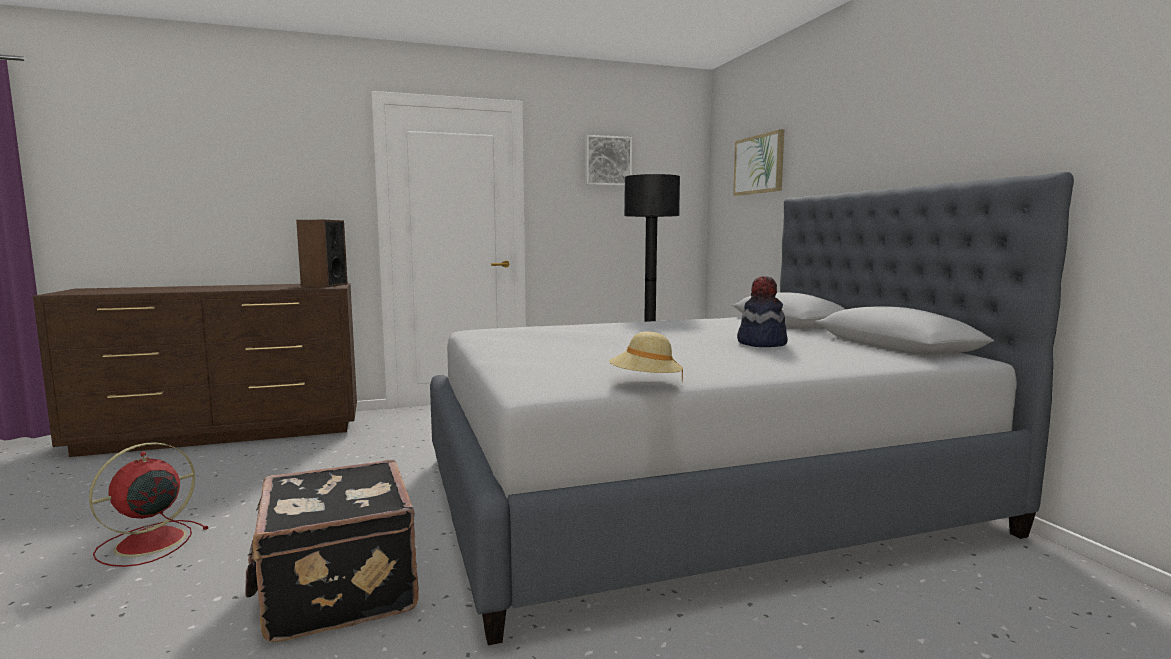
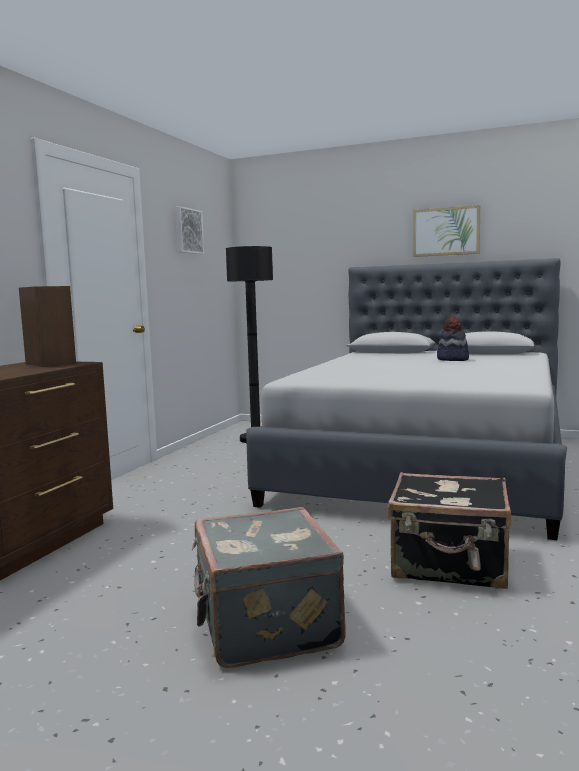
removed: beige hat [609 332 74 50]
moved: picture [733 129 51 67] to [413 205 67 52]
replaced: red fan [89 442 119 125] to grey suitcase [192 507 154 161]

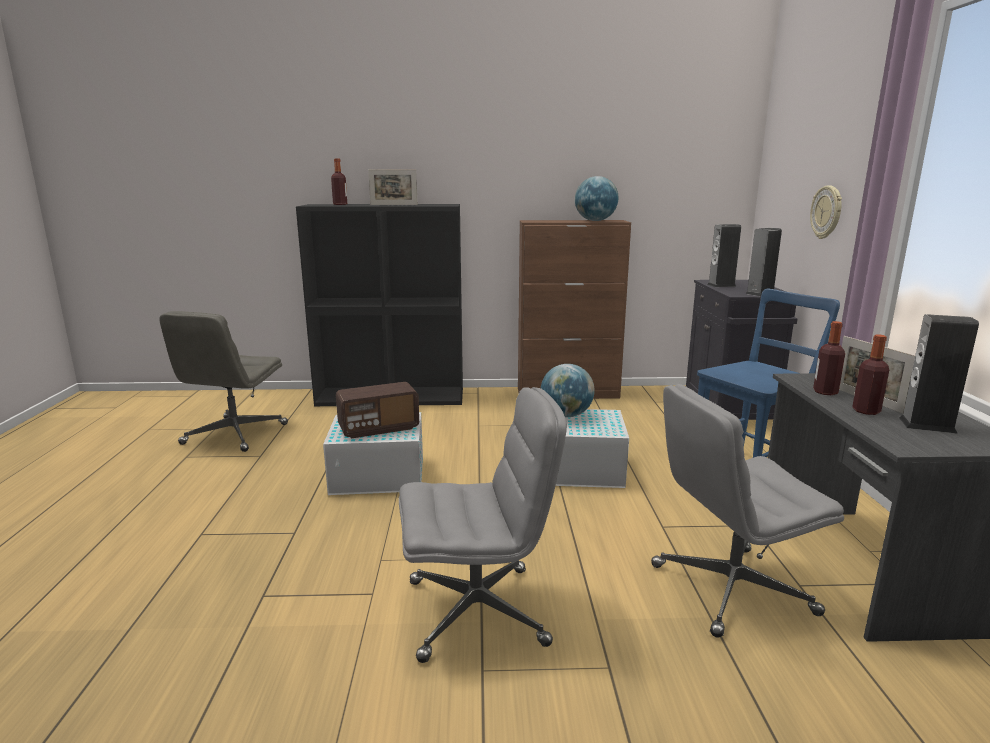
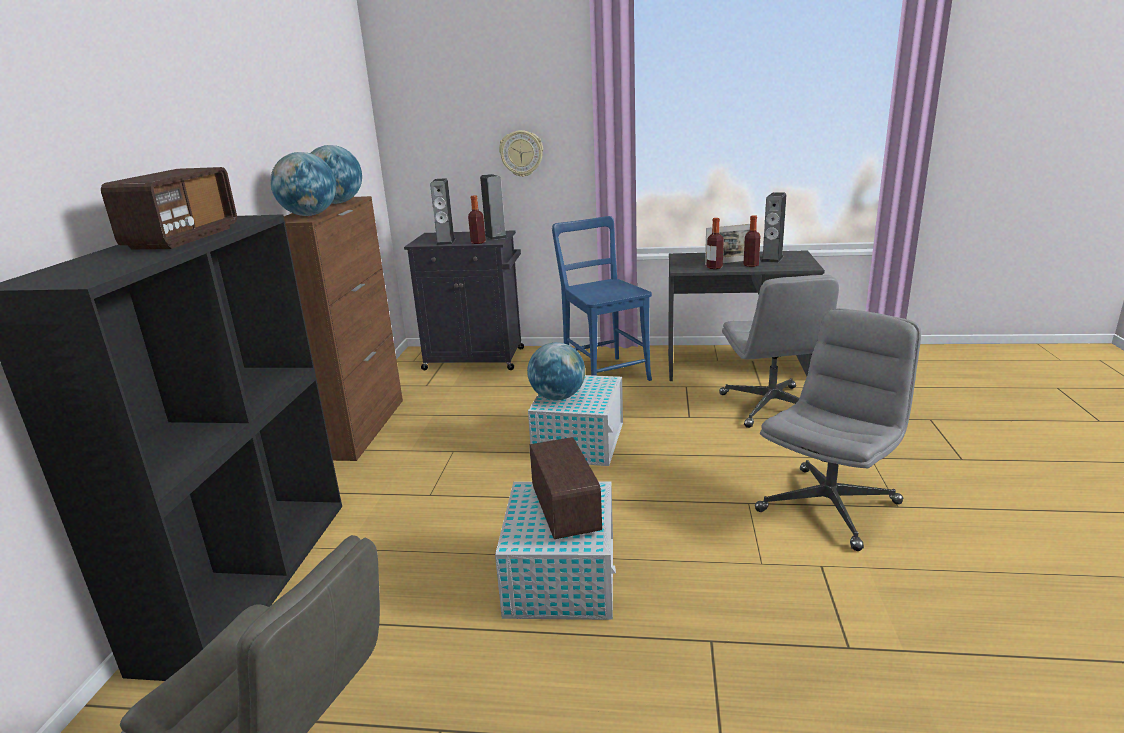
added: globe [270 152 66 64]
moved: bottle [331 158 16 47] to [468 195 18 49]
replaced: picture frame [368 169 50 36] to radio [101 167 136 83]
turned: grey office chair [399 387 168 276] = [755 308 166 243] 45 degrees clockwise

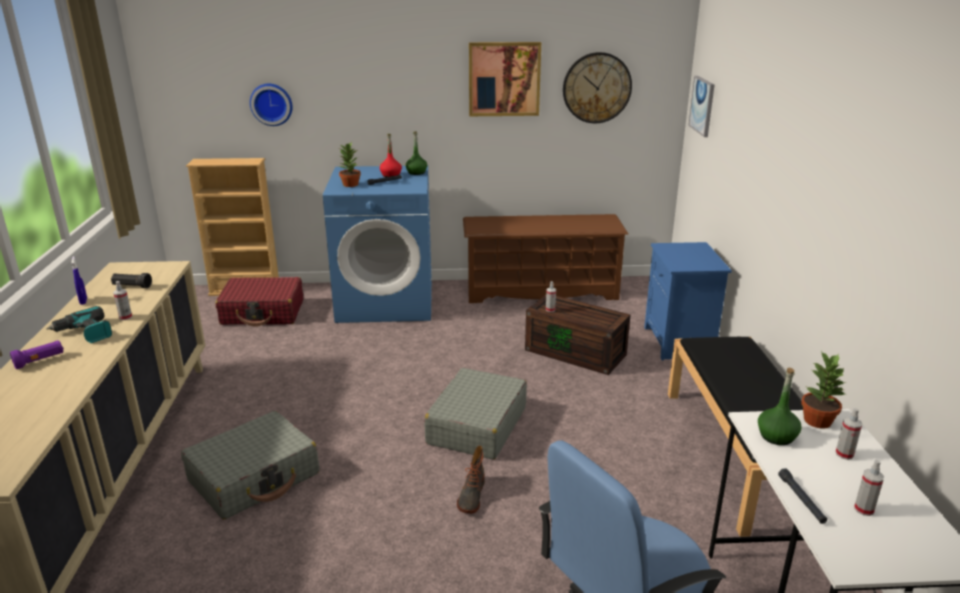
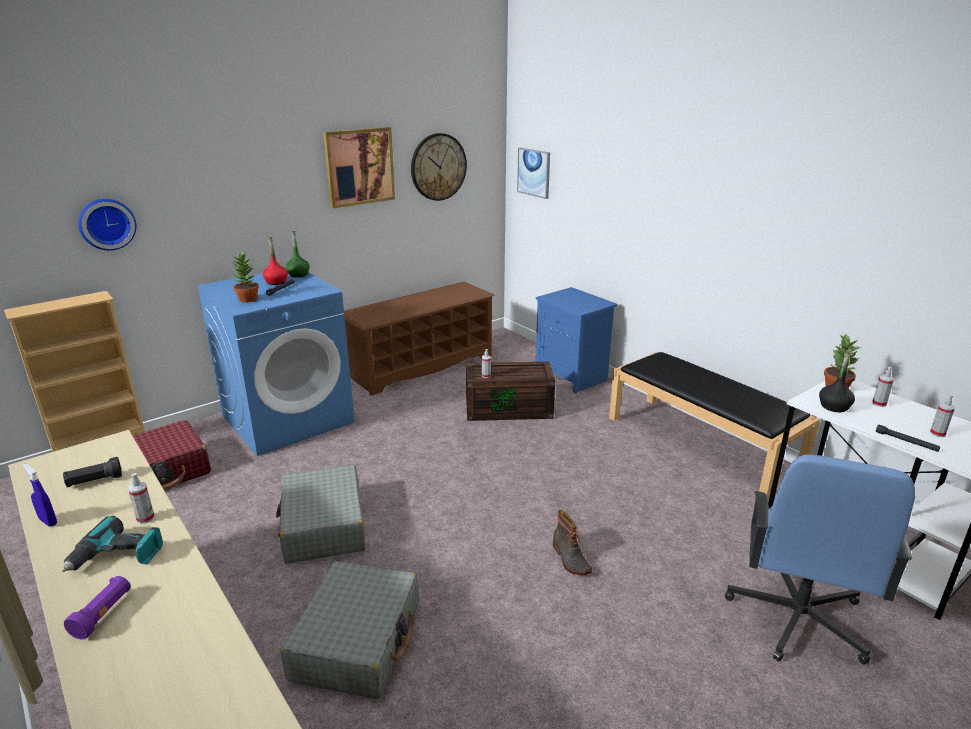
moved: grey suitcase [424 368 103 92] to [276 465 90 99]
recoloured: green bottle [758 368 44 77] to black bottle [819 350 36 62]

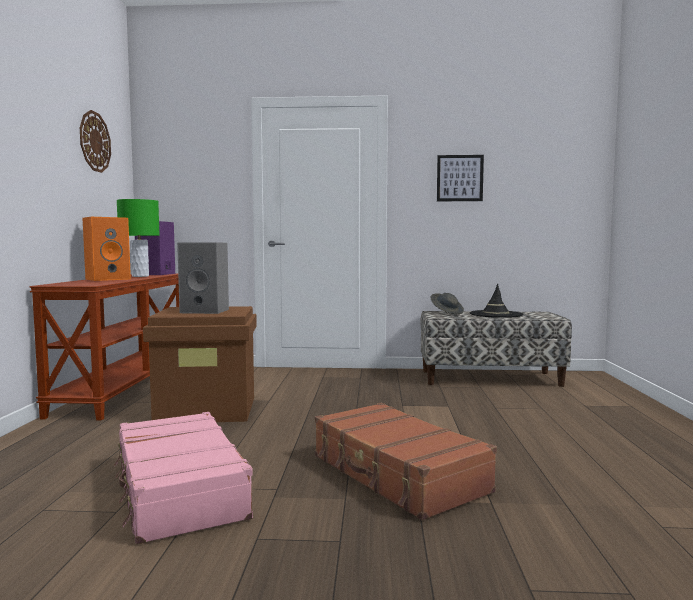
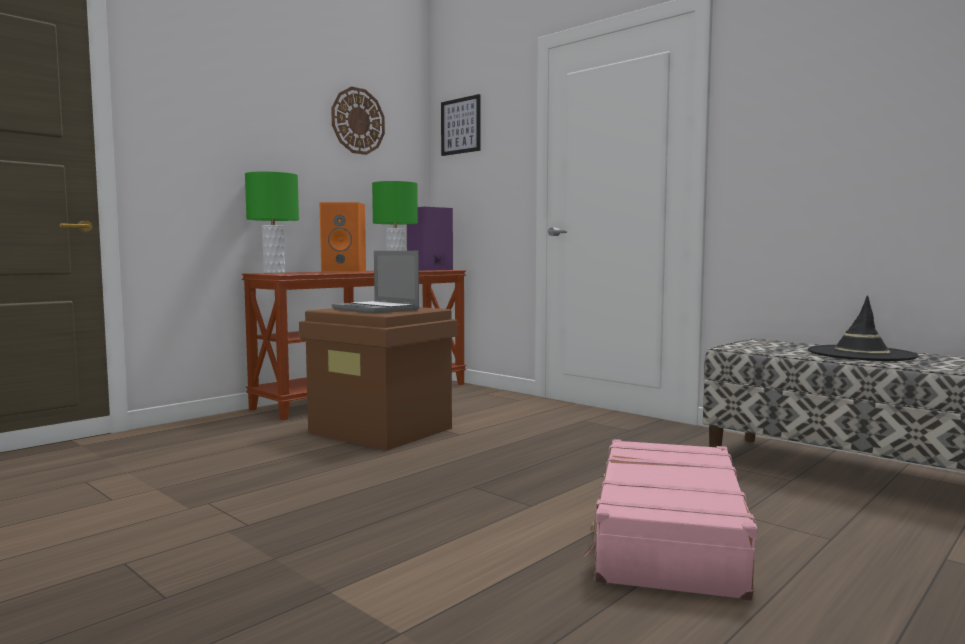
removed: brown suitcase [315 402 182 119]; grey hat [430 293 34 21]
added: green table lamp [245 171 54 102]
moved: pink suitcase [114 412 139 133] to [584 439 174 161]; picture [437 155 47 46] to [441 94 39 62]
replaced: grey speaker [177 243 52 71] to laptop [332 251 88 63]

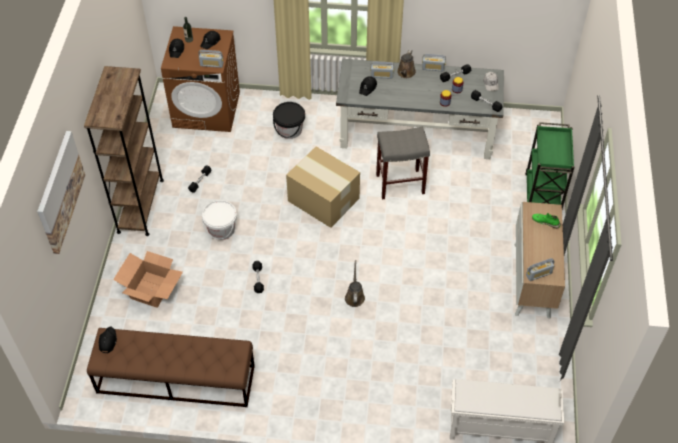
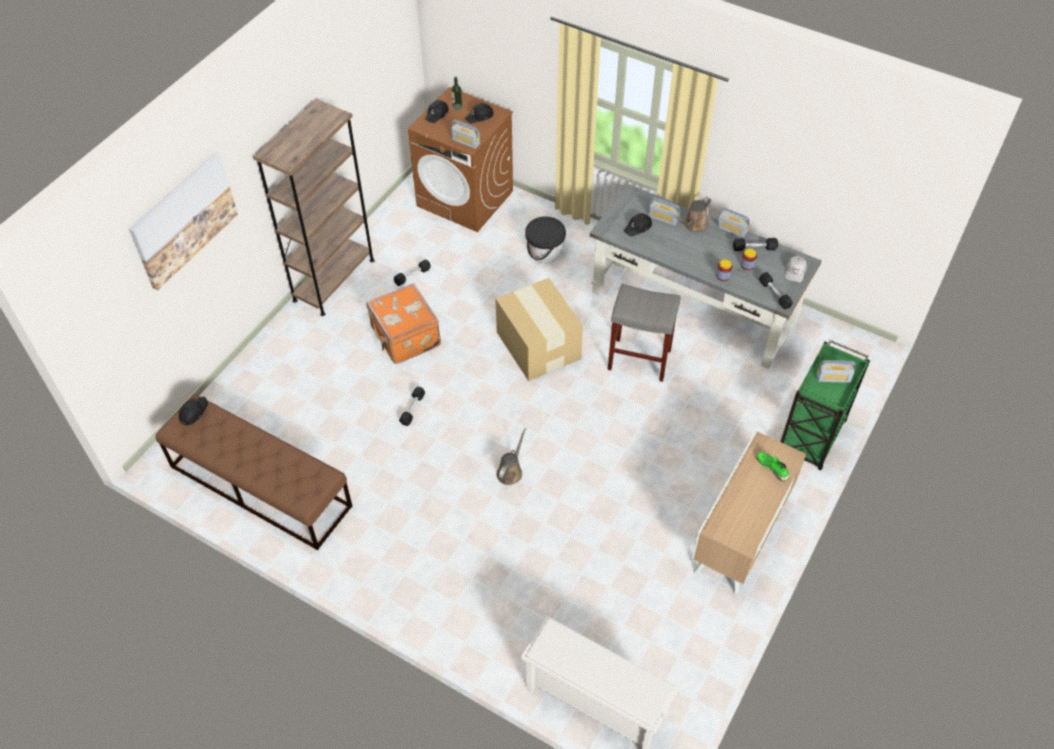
removed: cardboard box [113 251 70 57]
moved: radio [526 258 29 23] to [817 360 39 23]
replaced: white bucket [202 200 35 40] to orange suitcase [366 283 75 81]

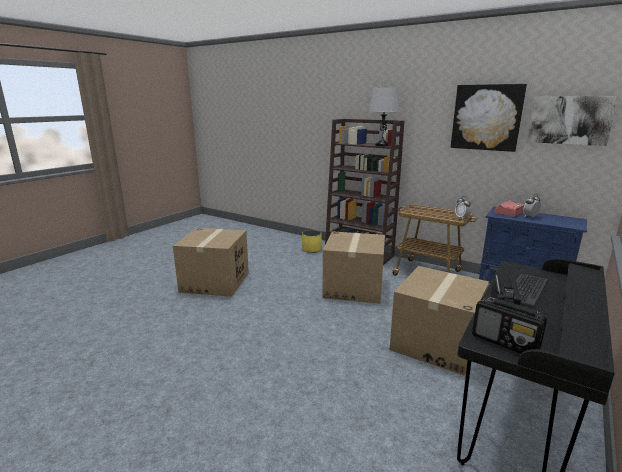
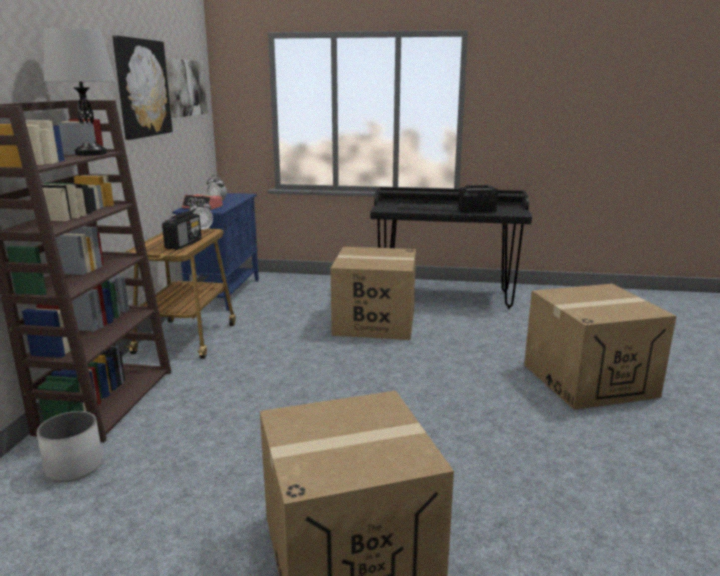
moved: cardboard box [322 231 63 73] to [524 284 153 126]; radio [472 297 75 57] to [162 211 40 39]
recoloured: yellow planter [302 230 20 23] to white planter [37 411 66 71]

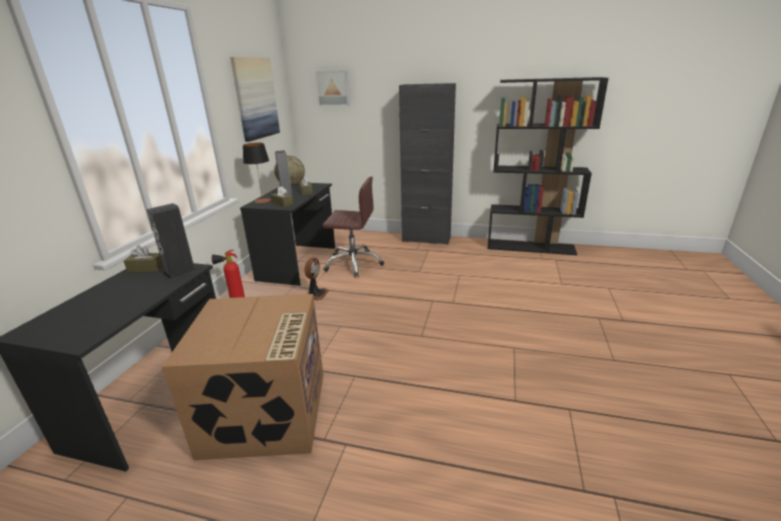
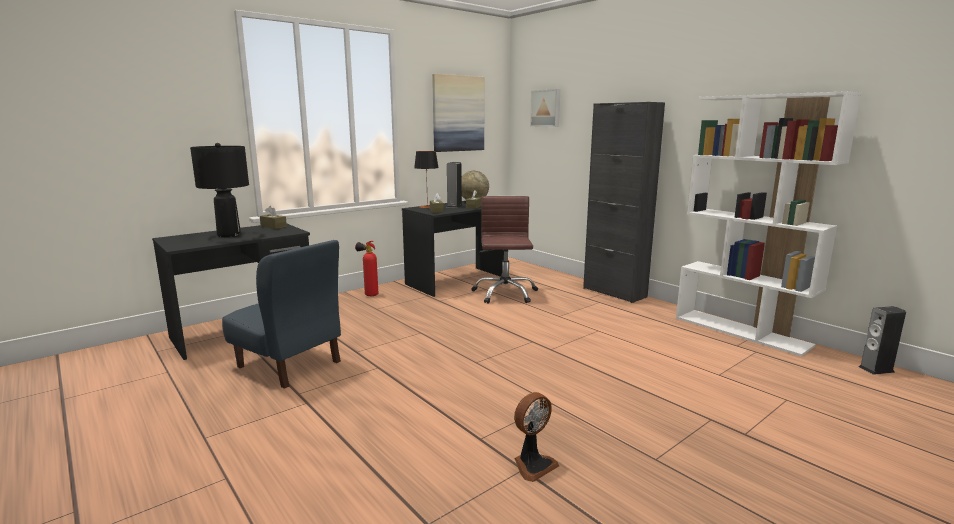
added: black table lamp [190 143 59 94]
moved: speaker [147 203 50 77] to [858 306 48 69]; fan [304 258 25 43] to [514 392 45 90]
replaced: cardboard box [162 294 161 166] to blue chair [222 240 119 149]
recoloured: black bookcase [488 77 121 178] to white bookcase [676 91 186 265]
turned: brown office chair [323 176 61 101] = [471 196 67 107] 135 degrees counterclockwise

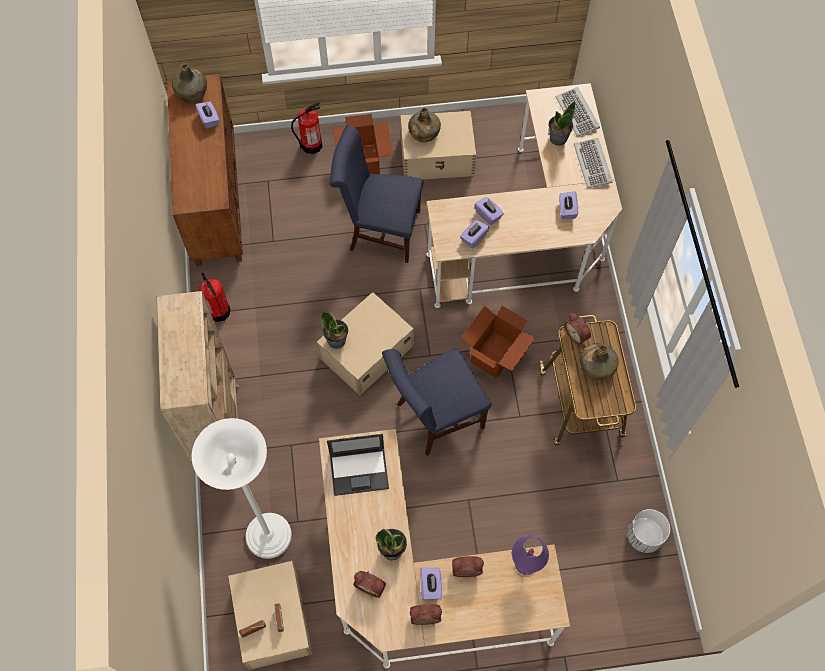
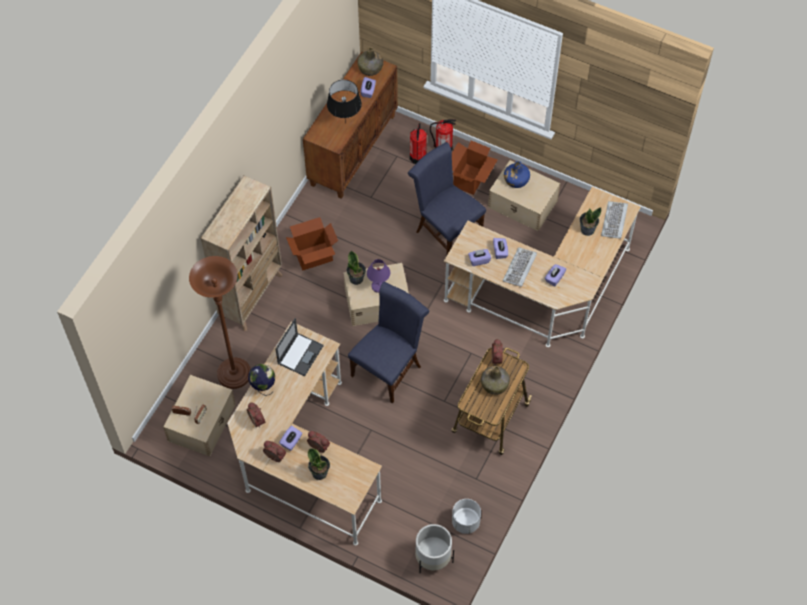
added: globe [248 364 27 32]; black table lamp [327 80 35 43]; white planter [415 524 39 49]
moved: fire extinguisher [199 273 32 49] to [410 123 17 41]; potted plant [376 529 31 32] to [308 448 22 32]; cardboard box [461 306 74 72] to [286 217 52 53]; purple table lamp [512 536 37 39] to [367 259 23 34]; keyboard [574 138 39 50] to [503 247 34 40]
recoloured: white floor lamp [192 418 100 141] to brown floor lamp [189 256 62 133]; green bottle [408 107 33 35] to blue bottle [504 161 26 27]
turned: laptop [327 434 62 62] = [276 318 48 58] 90 degrees counterclockwise; blue chair [382 348 109 108] = [348 281 82 123] 120 degrees clockwise

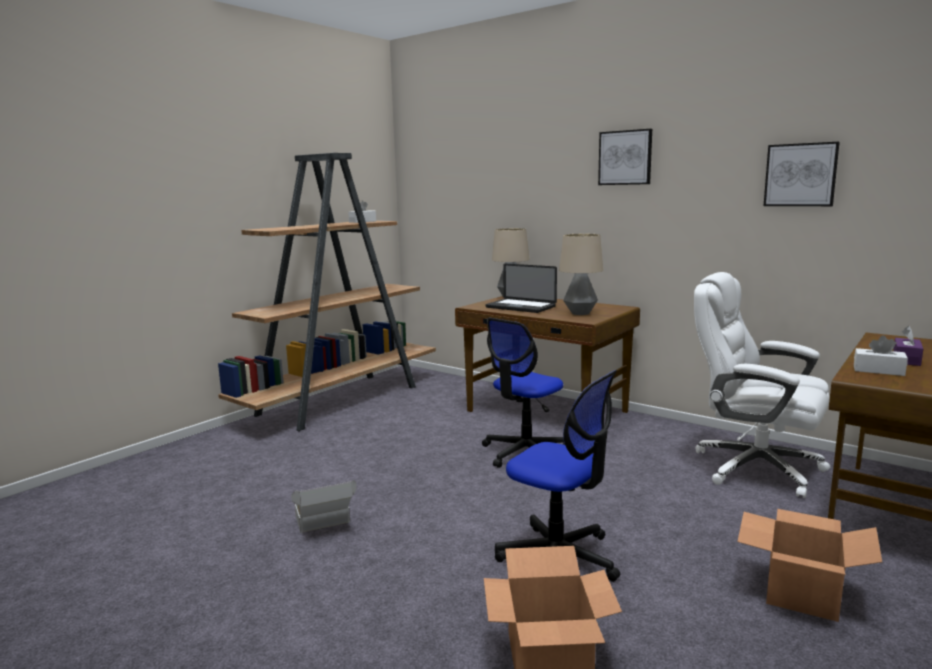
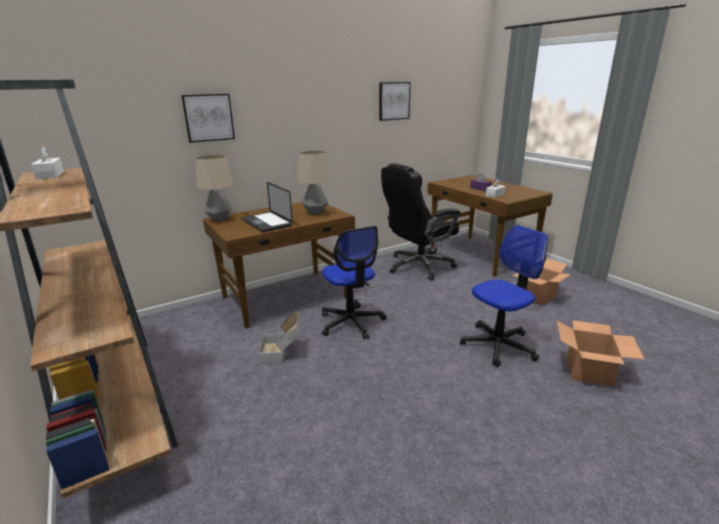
moved: cardboard box [291 480 66 53] to [259 311 41 52]; picture [598 129 54 56] to [181 94 54 49]
recoloured: white office chair [694 272 136 226] to black office chair [381 163 80 117]
turned: laptop [486 264 71 49] = [242 182 51 50] 90 degrees clockwise

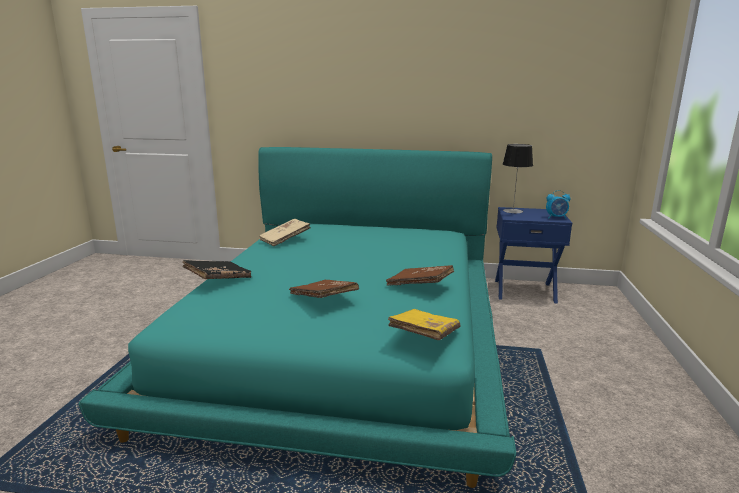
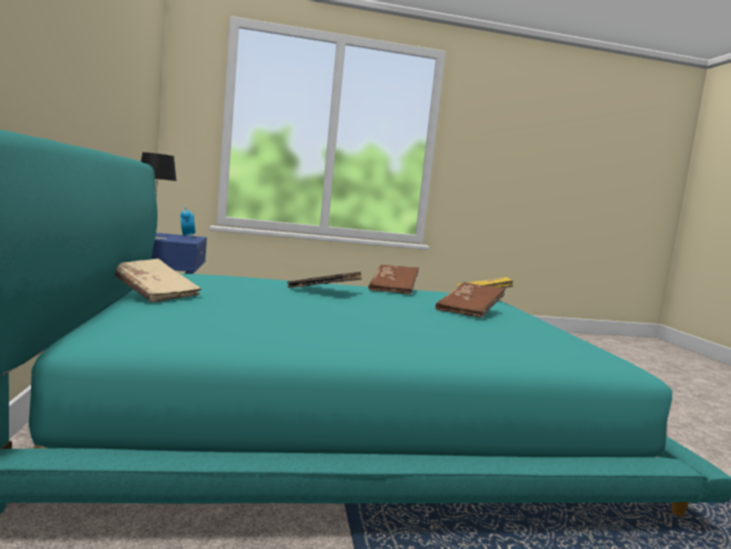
moved: black book [183 260 68 19] to [287 272 75 16]; beige book [259 219 52 27] to [115 259 86 44]

